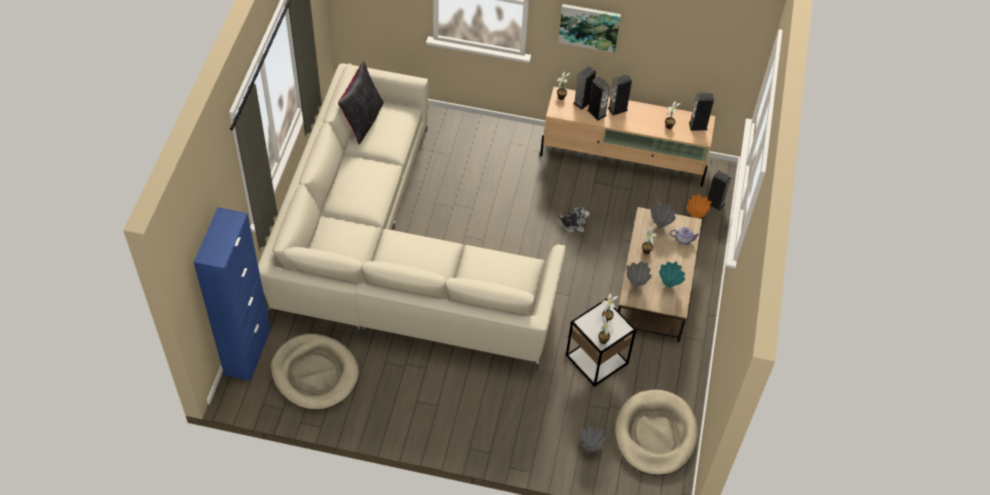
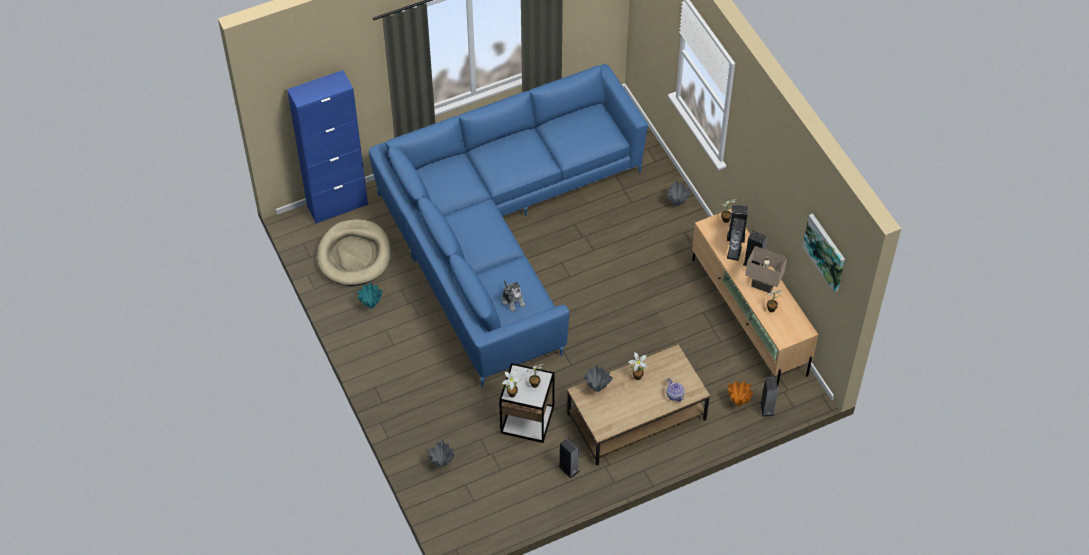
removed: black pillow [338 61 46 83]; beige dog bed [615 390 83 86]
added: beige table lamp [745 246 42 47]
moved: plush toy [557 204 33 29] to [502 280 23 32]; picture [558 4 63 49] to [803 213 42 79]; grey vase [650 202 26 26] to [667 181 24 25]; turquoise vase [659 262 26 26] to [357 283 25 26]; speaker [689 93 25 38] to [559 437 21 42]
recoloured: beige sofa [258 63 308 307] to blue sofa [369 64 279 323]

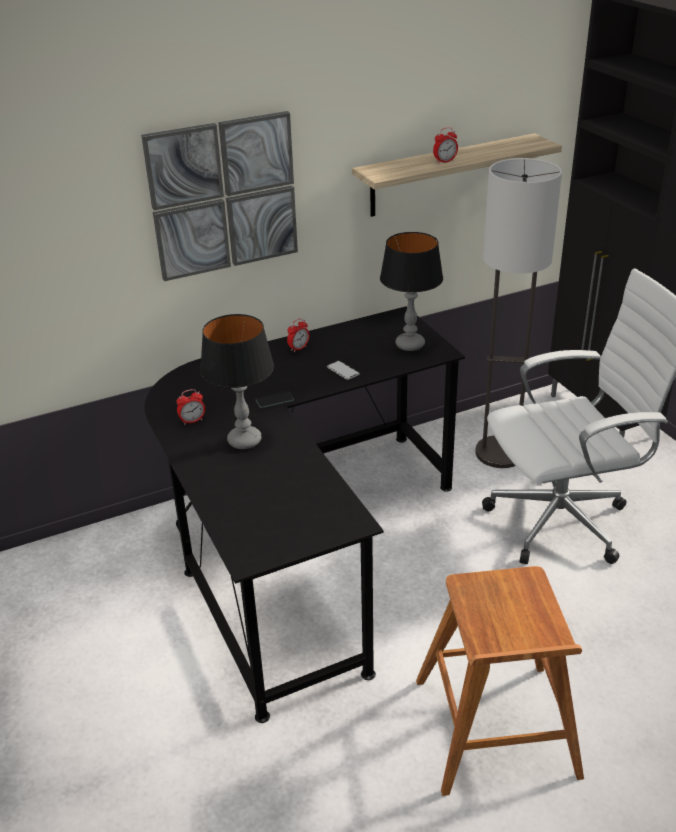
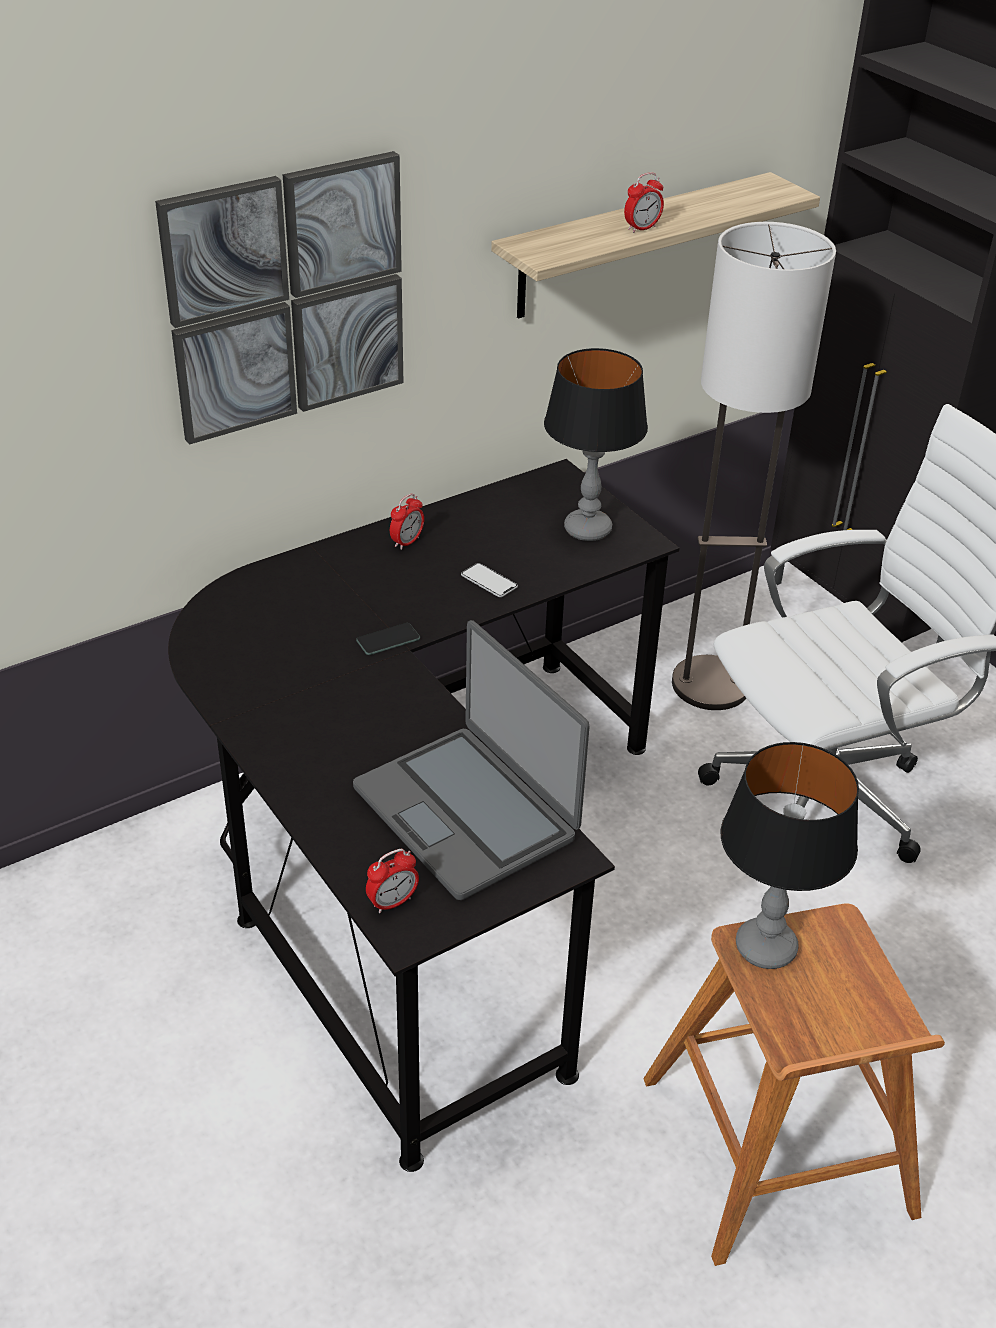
added: laptop [353 620 236 280]
moved: alarm clock [176 389 29 36] to [366 849 53 64]; table lamp [200 314 74 135] to [721 742 138 227]

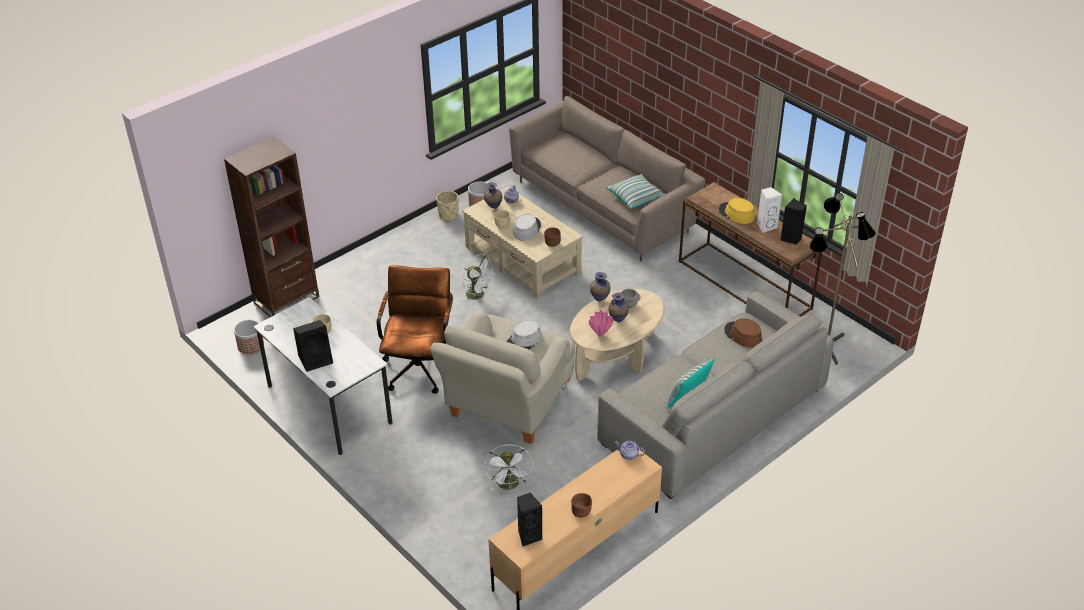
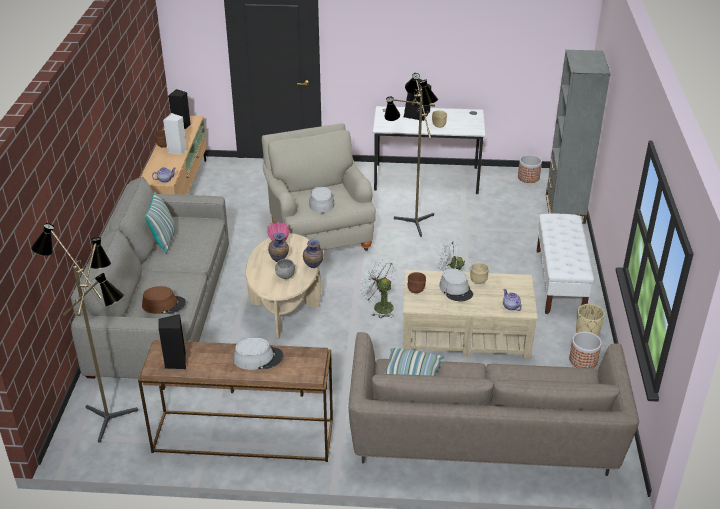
removed: vase [484 182 18 27]
added: white bench [537 213 57 101]
moved: white fan [484 445 48 46] to [360 259 34 59]; white speaker [757 187 25 45] to [163 113 24 42]
replaced: brown office chair [377 265 76 129] to floor lamp [384 73 54 164]
recoloured: brown bookcase [224 137 95 180] to grey bookcase [546 50 65 174]; yellow hat [719 198 36 26] to grey hat [233 337 51 33]

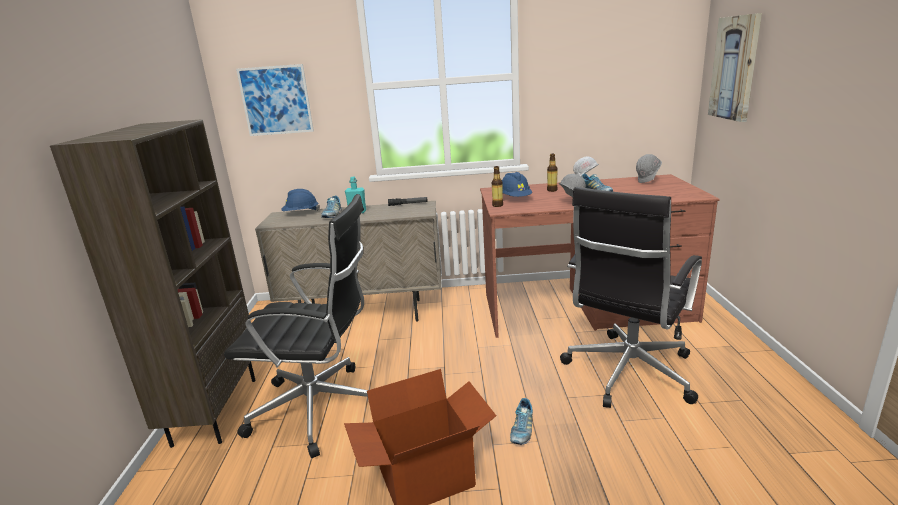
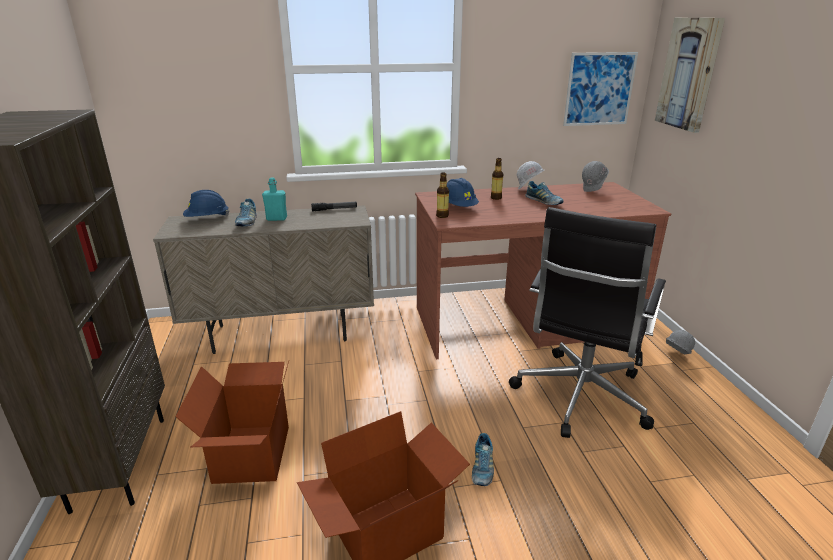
moved: picture [236 64 78 72] to [563 52 75 74]; grey hard hat [559 174 27 23] to [666 330 29 24]
replaced: black office chair [224 194 144 264] to cardboard box [175 361 114 123]

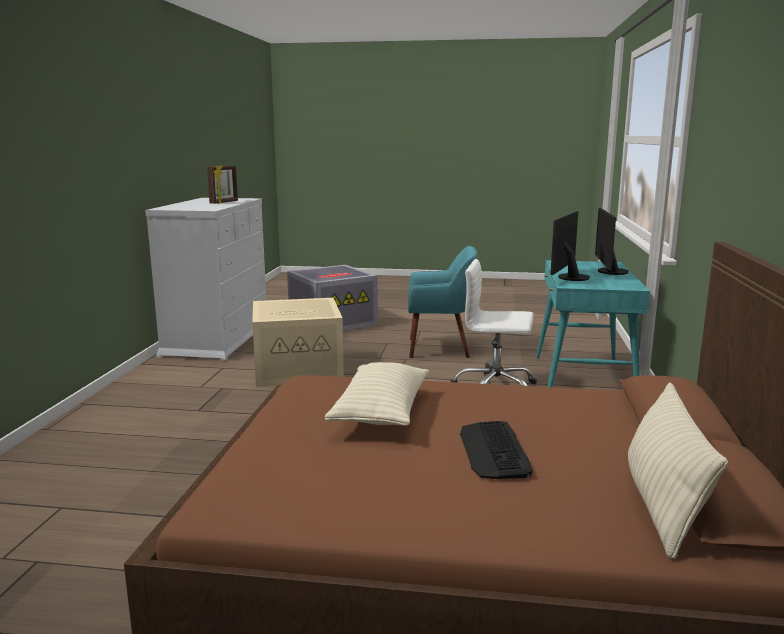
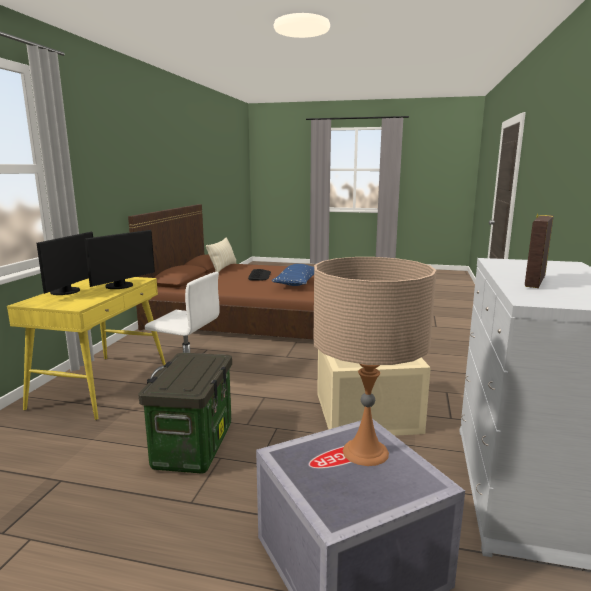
added: beige table lamp [314 257 123 209]
replaced: turquoise armchair [408 246 69 112] to storage box [138 353 94 121]
recoloured: beige pillow [325 362 104 64] to blue pillow [272 264 42 22]; turquoise desk [536 260 114 127] to yellow desk [7 277 159 143]

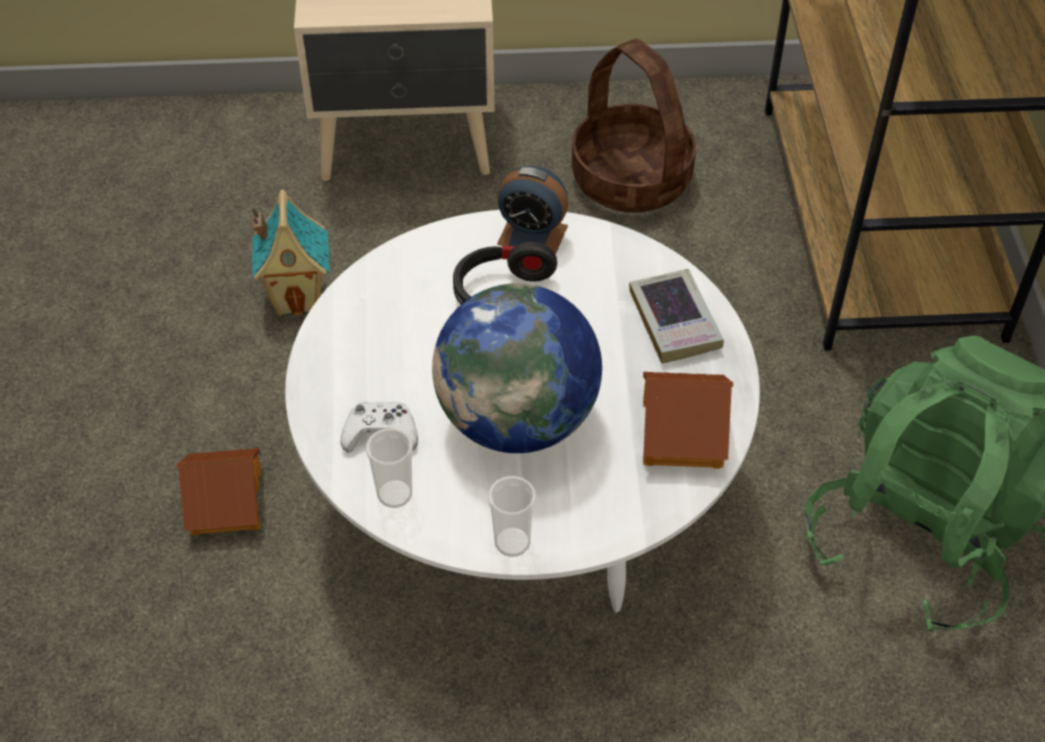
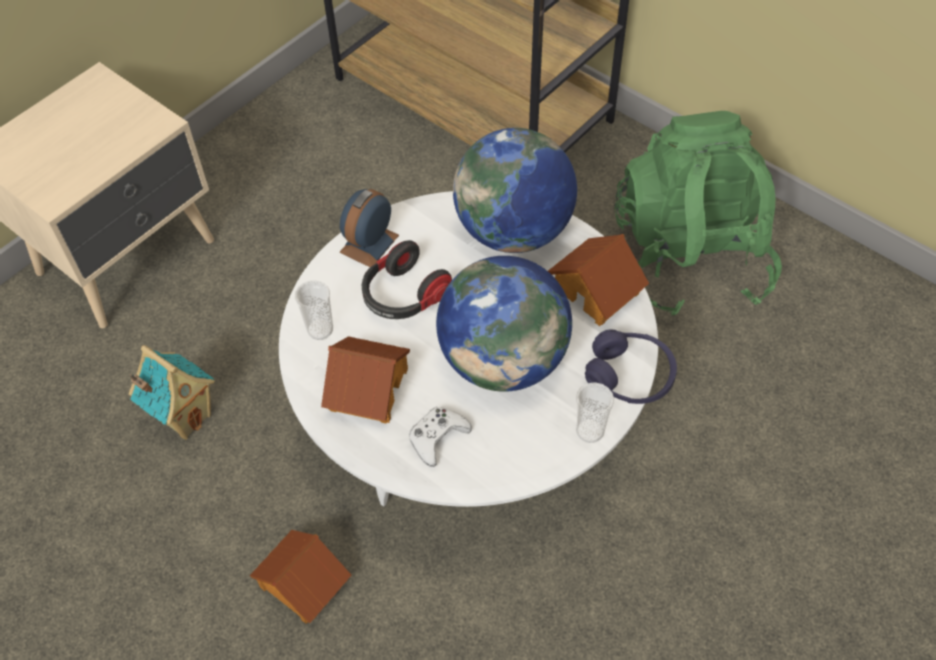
removed: basket [572 39 124 174]
added: toy house [321 336 89 87]; purple headphones [585 330 92 74]
moved: cup [366 428 47 80] to [295 280 38 60]
replaced: book [629 269 95 95] to globe [453 128 124 125]
turned: alarm clock [497 166 72 89] = [340 189 59 78] 150 degrees clockwise

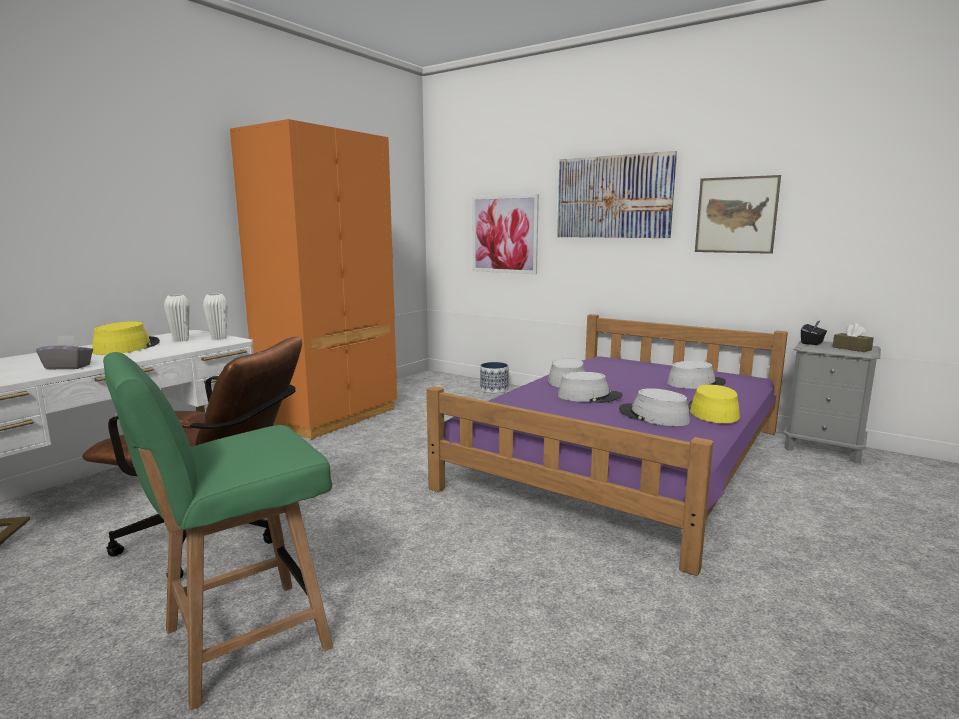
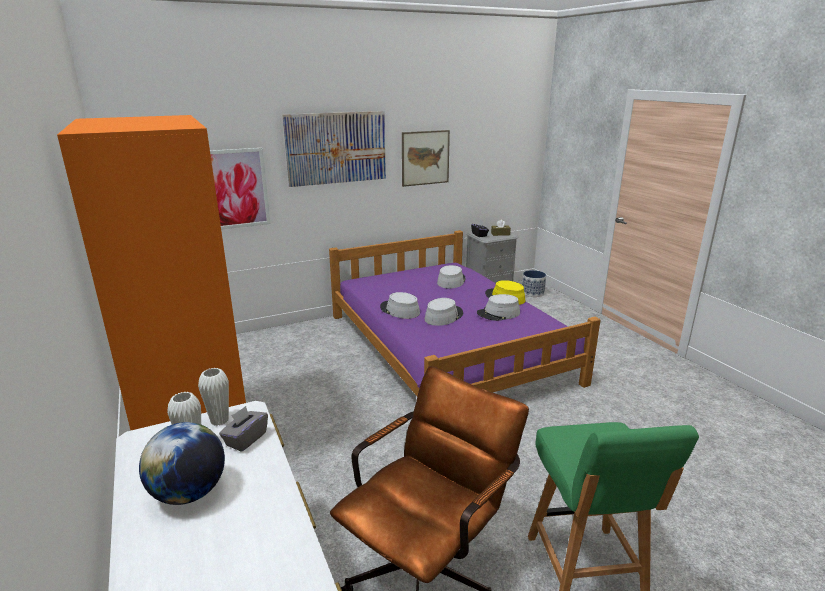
moved: grey tissue box [36 335 57 35] to [219 406 49 46]; planter [480 362 28 31] to [522 270 24 27]
replaced: yellow hat [92 321 68 34] to globe [139 422 86 83]

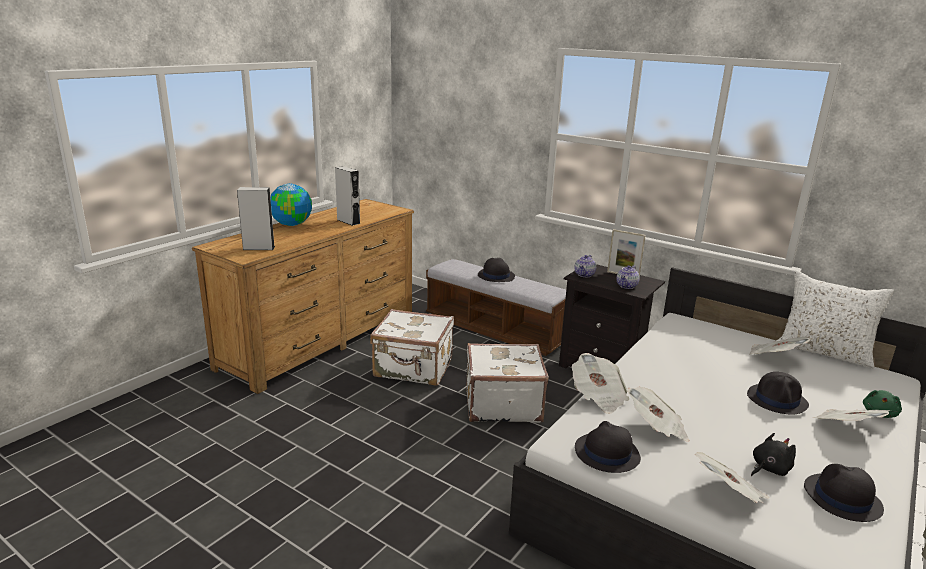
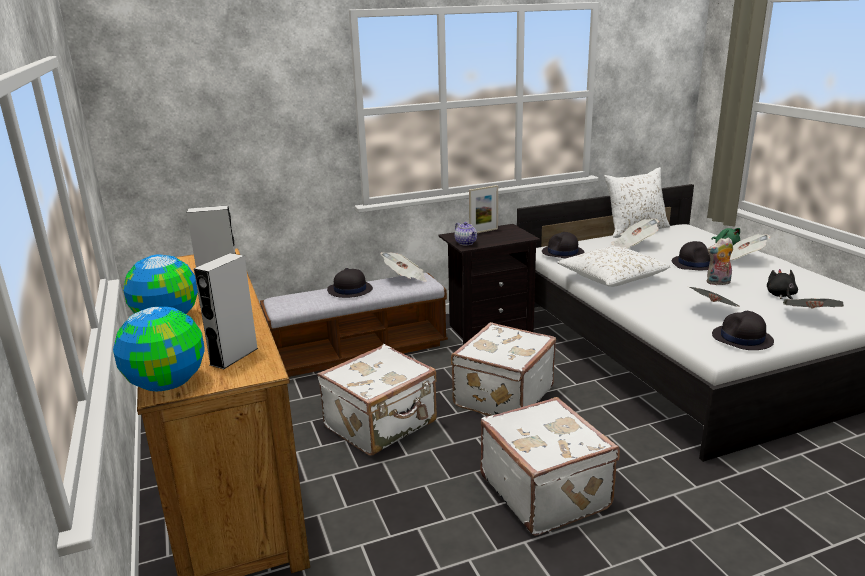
removed: teapot [616 265 24 24]
added: globe [113 307 92 84]; white suitcase [480 397 140 139]; white pillow [557 246 114 41]; plush toy [707 237 26 49]
moved: newspaper [571 353 58 61] to [381 252 46 29]; black hat [804 464 80 58] to [542 232 42 27]

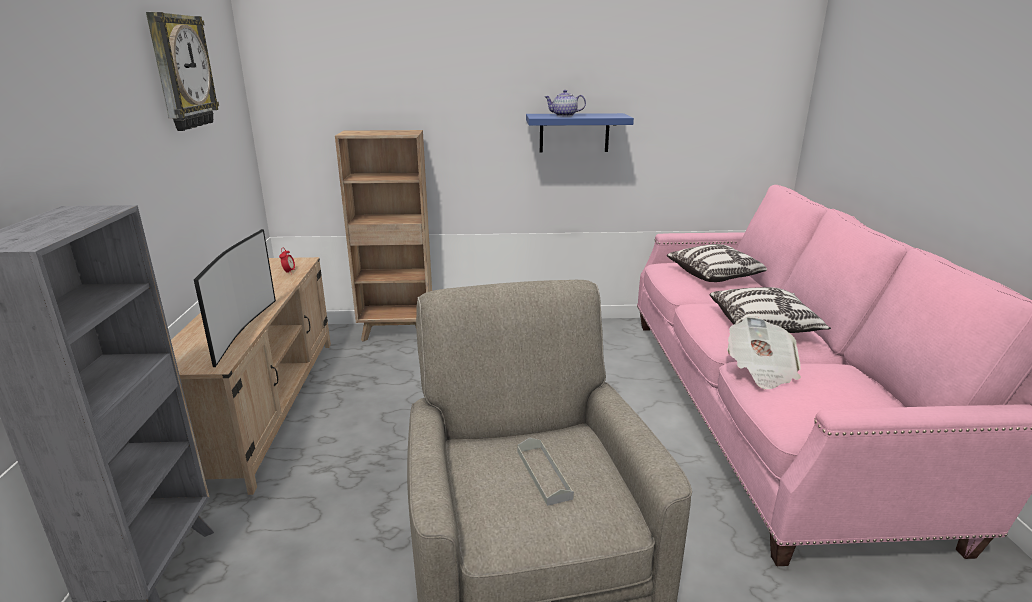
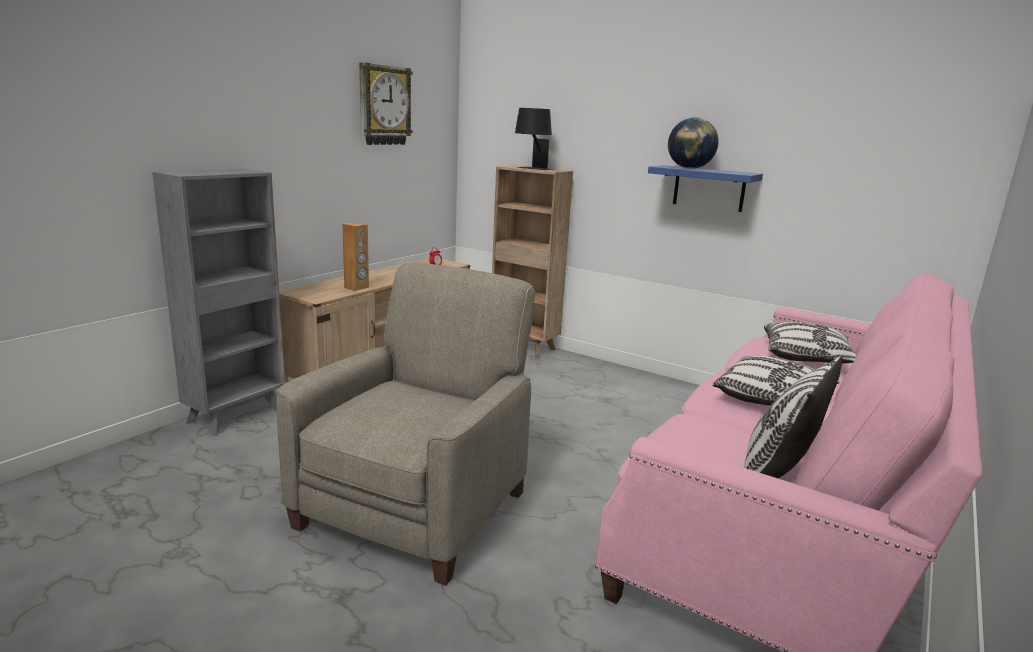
removed: grey tray [517 438 57 68]; newspaper [727 316 74 74]
added: black table lamp [515 108 37 62]; pillow [744 356 99 122]
replaced: television [194 229 82 138] to brown speaker [342 222 27 69]; teapot [545 90 41 27] to globe [668 117 51 52]

